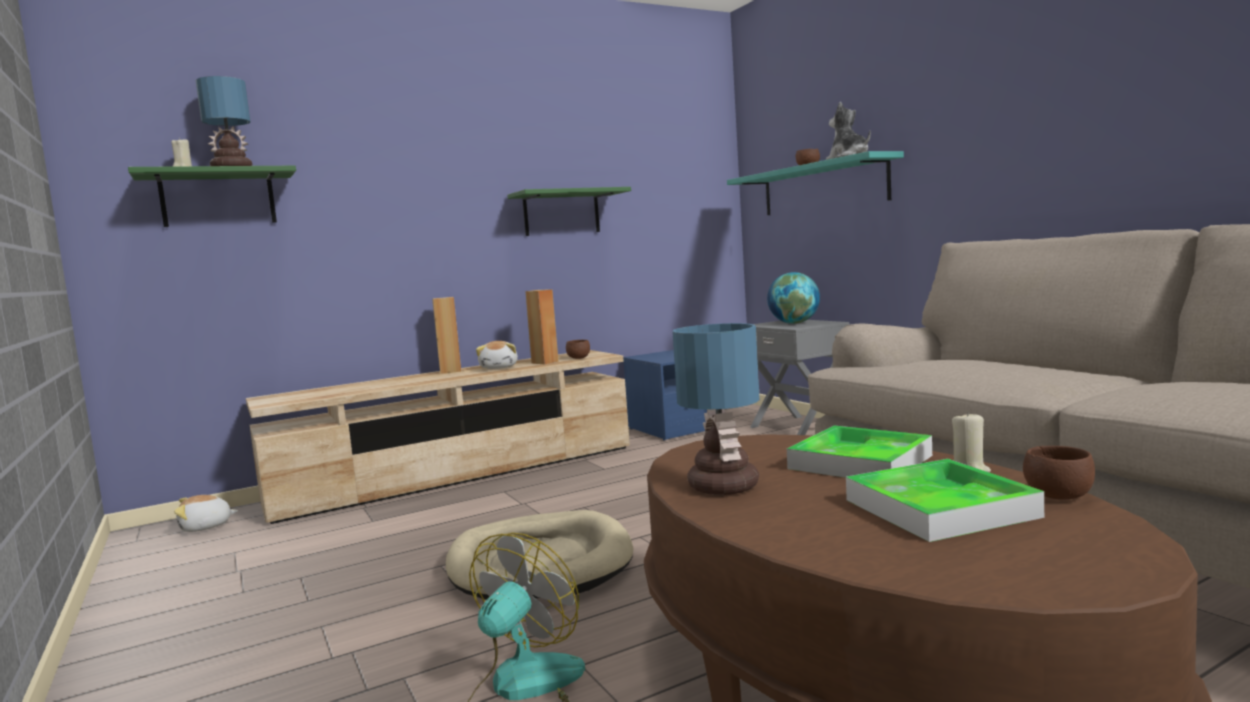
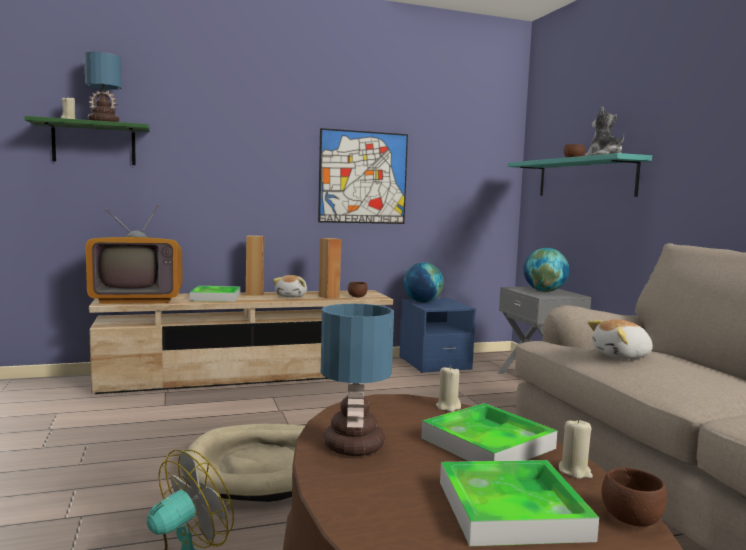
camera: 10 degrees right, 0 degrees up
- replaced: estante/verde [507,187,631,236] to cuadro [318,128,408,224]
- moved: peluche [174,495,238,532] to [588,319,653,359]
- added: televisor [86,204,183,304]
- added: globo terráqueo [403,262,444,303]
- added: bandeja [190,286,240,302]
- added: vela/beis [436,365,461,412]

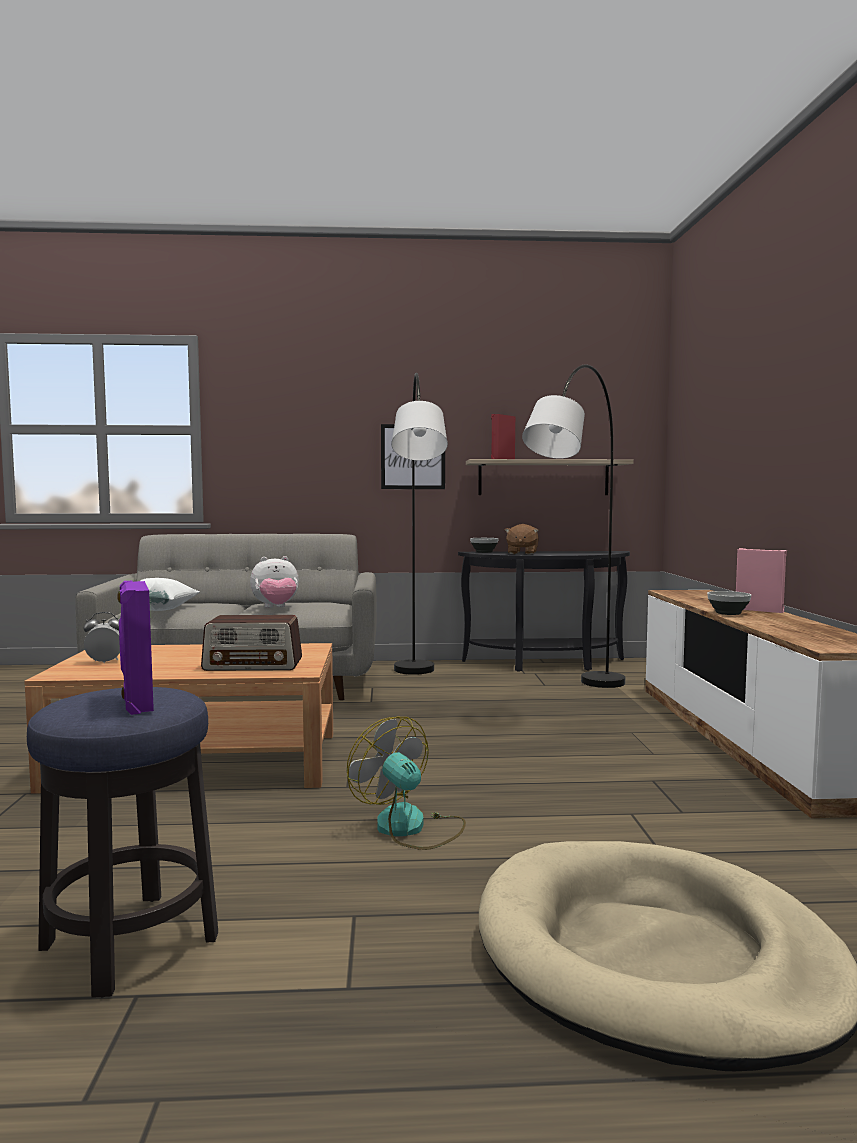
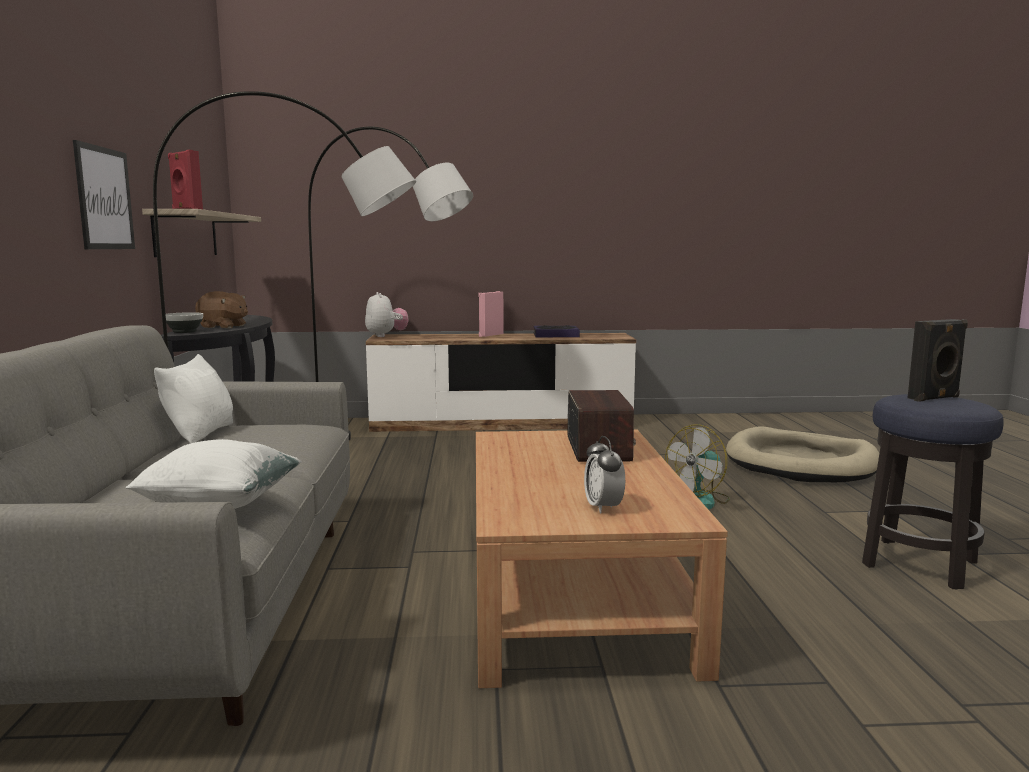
camera: 90 degrees left, 5 degrees up
- moved: peluche [250,556,299,608] to [365,292,409,337]
- recoloured: altavoz/morado [117,581,154,715] to altavoz/negro [908,319,968,402]
- removed: cuenco [707,591,751,615]
- added: libro [534,325,580,337]
- added: cojín/blanco [154,354,233,443]

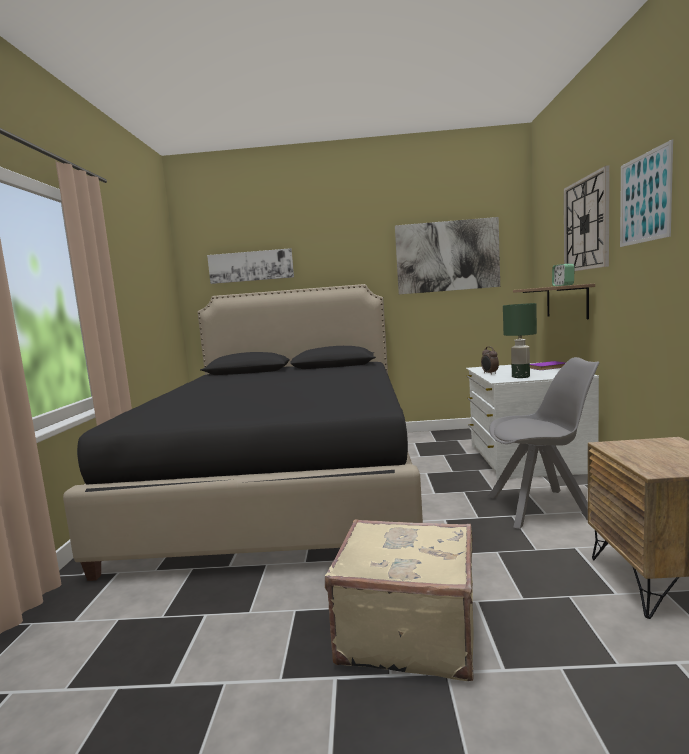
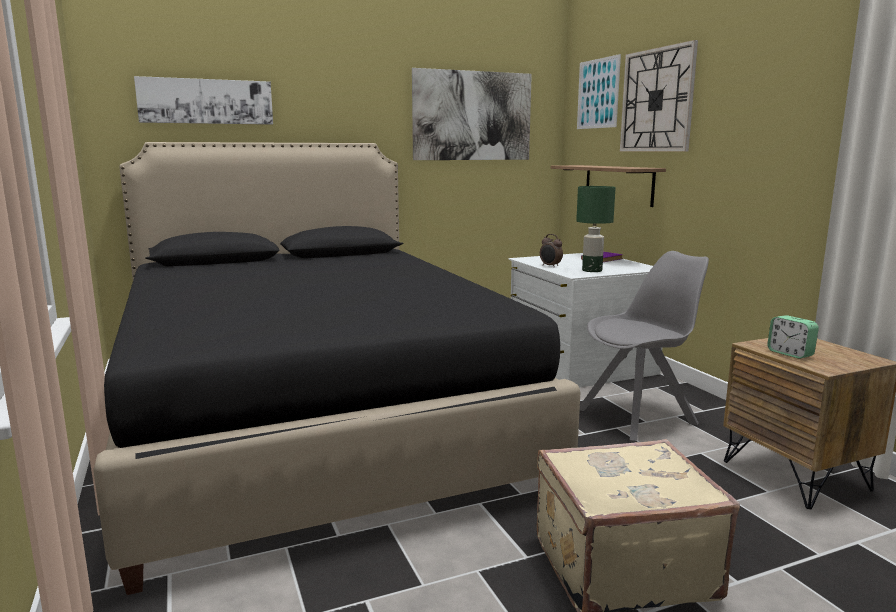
camera: 25 degrees left, 5 degrees up
- moved: cuadro [620,139,673,247] to [577,54,621,129]
- moved: despertador [552,264,575,286] to [767,315,819,359]

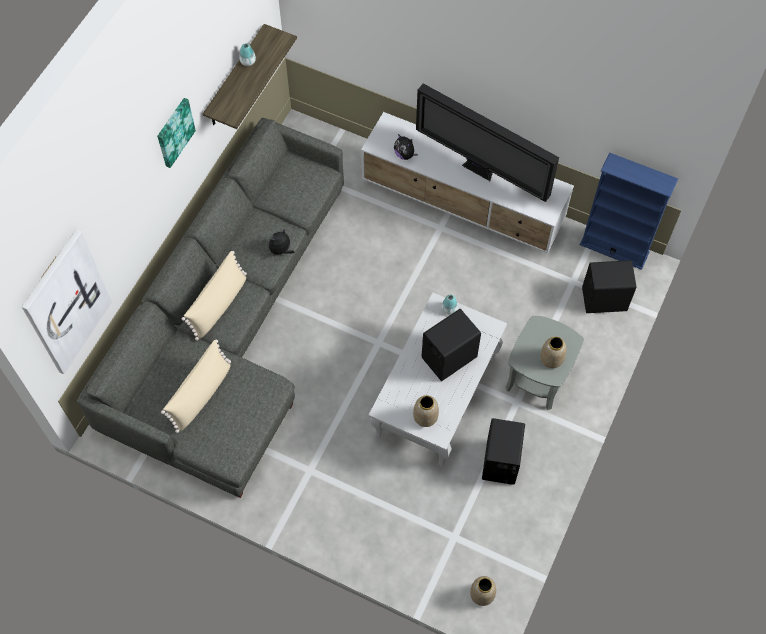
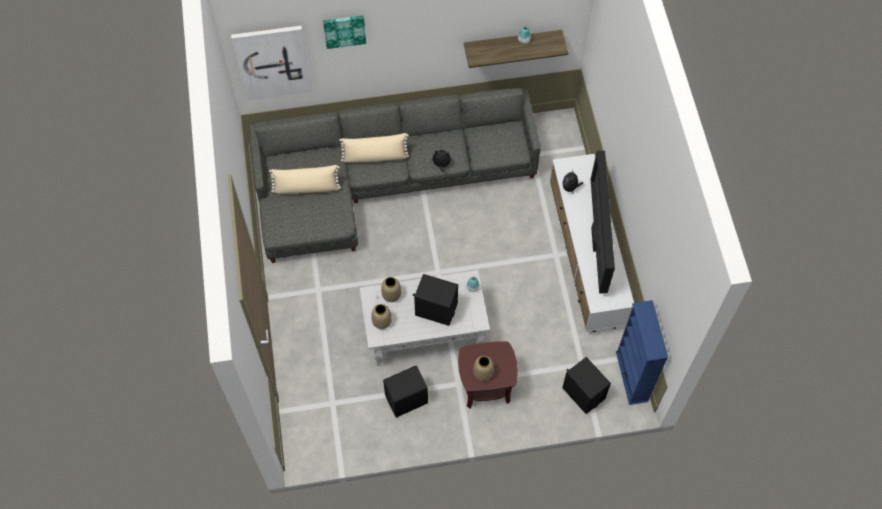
camera: 55 degrees right, 0 degrees up
- moved: cuadro [157,98,196,168] to [323,15,366,49]
- recoloured: mesa auxiliar/gris [506,316,584,410] to mesa auxiliar/marrón [458,341,518,408]
- moved: florero [470,576,496,606] to [381,277,401,302]

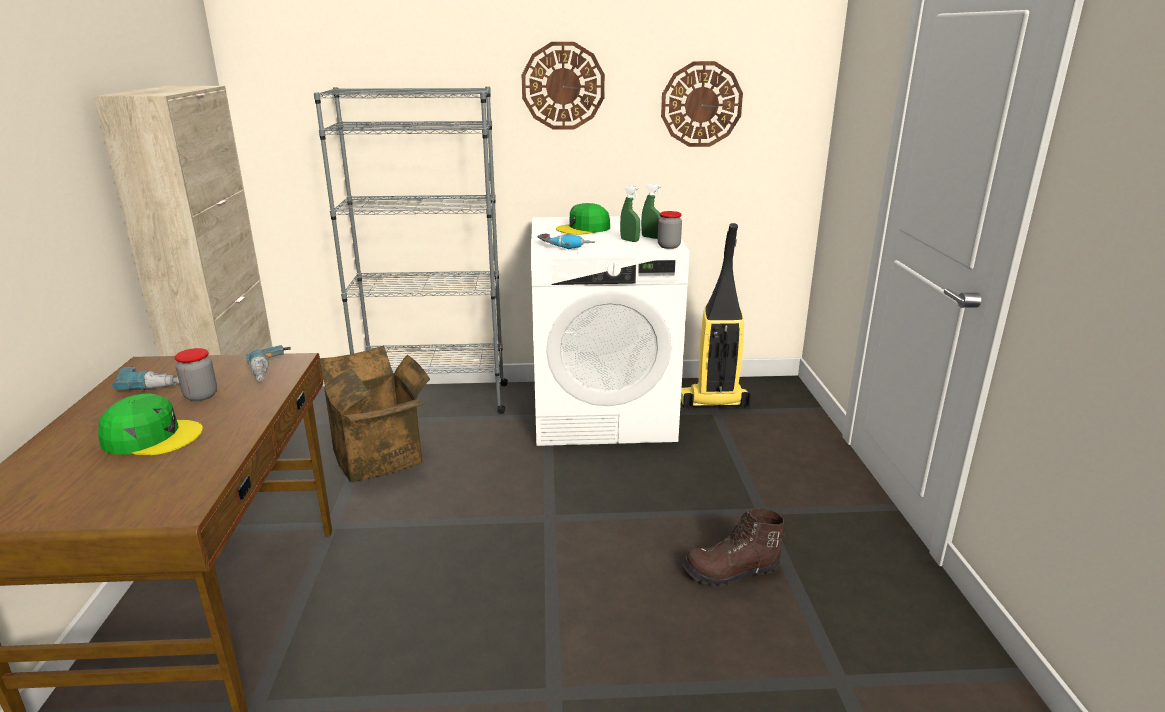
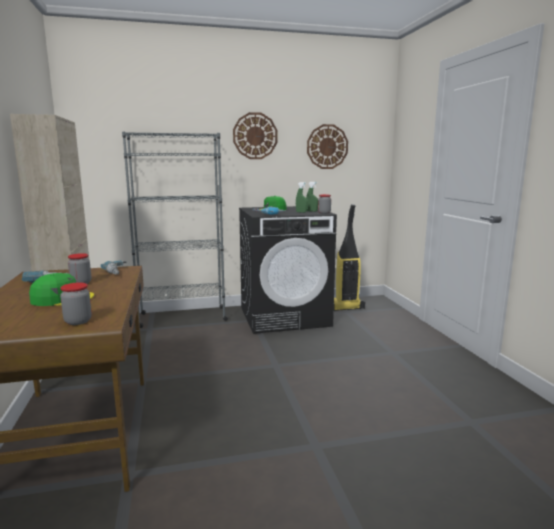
camera: 10 degrees left, 10 degrees down
- recoloured: lavadora/blanco [531,216,690,446] to lavadora/negro [239,206,337,334]
- removed: caja de cartón [320,345,430,482]
- removed: bota/marrón [683,508,785,587]
- added: tarro [60,282,92,325]

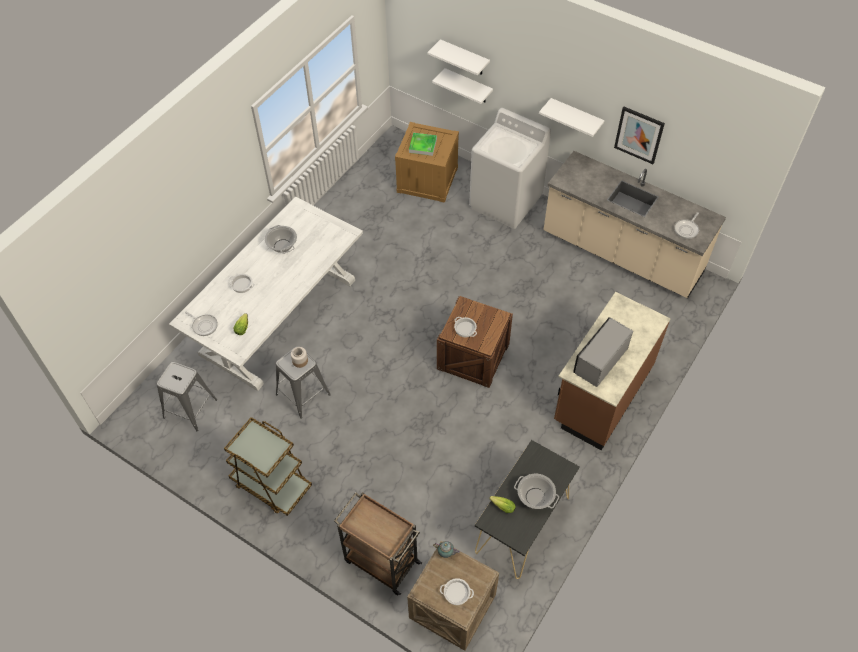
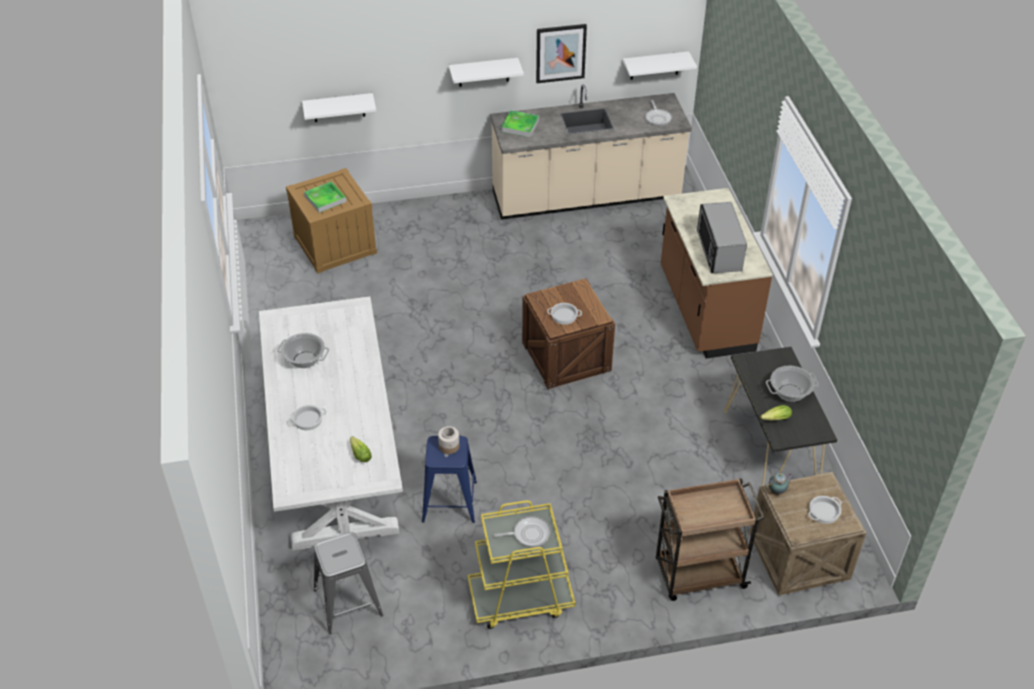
camera: 45 degrees left, 10 degrees down
- moved: estante/blanco [427,39,490,75] to [623,51,697,80]
- removed: lavadora/blanco [469,108,551,229]
- moved: sartén [185,311,218,336] to [494,516,551,548]
- recoloured: taburete/gris [276,346,331,419] to taburete/azul [422,436,477,523]
- recoloured: carrito/marrón [224,417,312,516] to carrito/amarillo [468,500,575,629]
- added: bandeja [501,110,539,137]

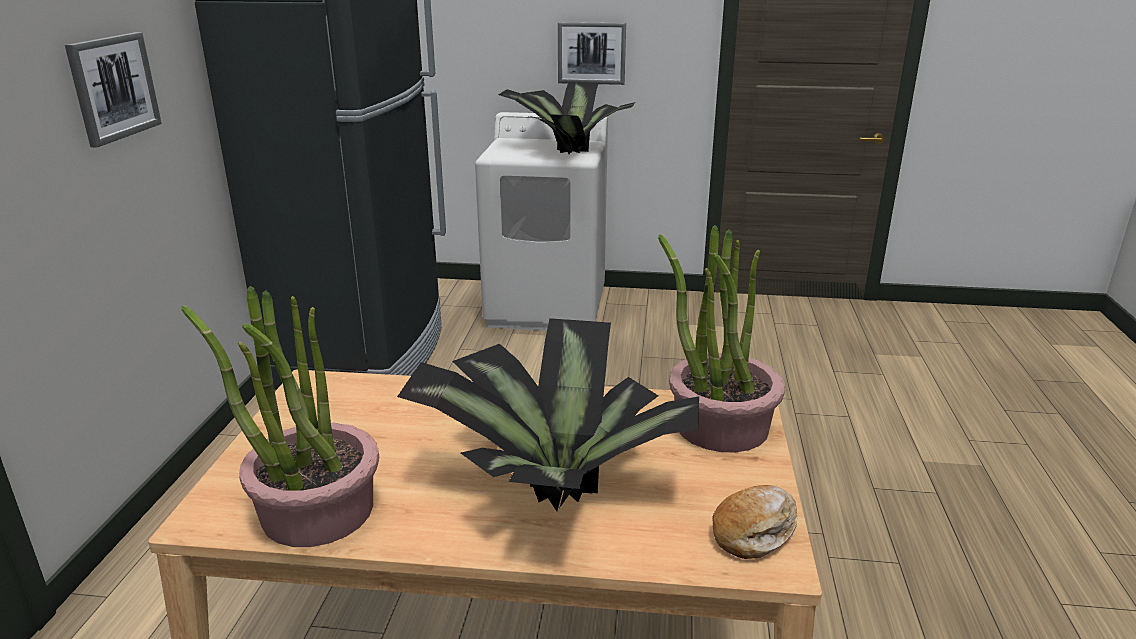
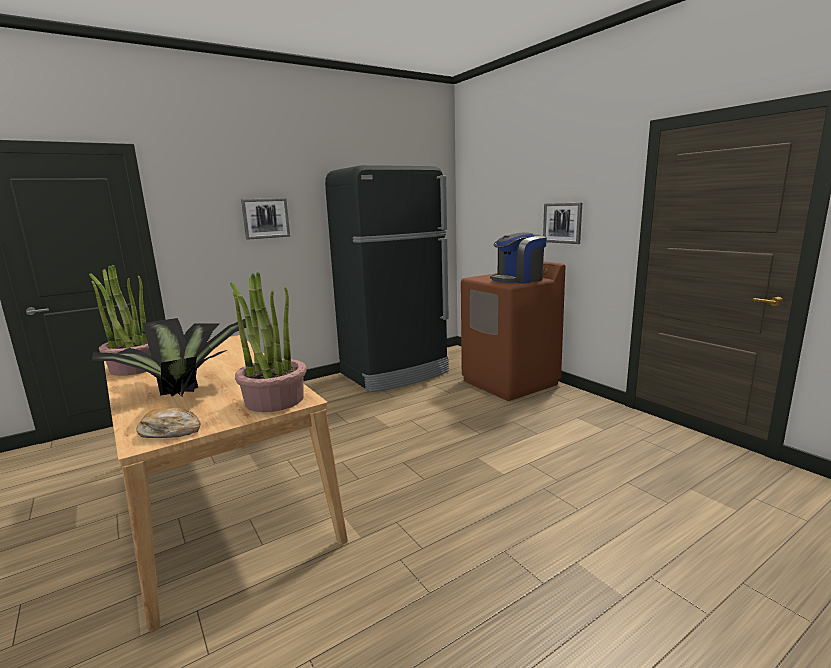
camera: 50 degrees right, 10 degrees down
- replaced: planta en maceta [498,82,636,154] to cafetera [490,232,547,284]
- recoloured: lavadora/blanco [475,112,608,331] to lavadora/marrón [461,261,565,401]

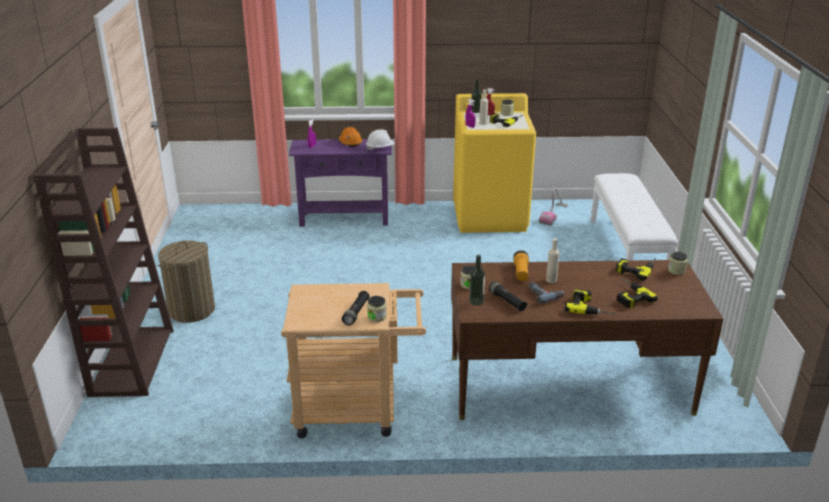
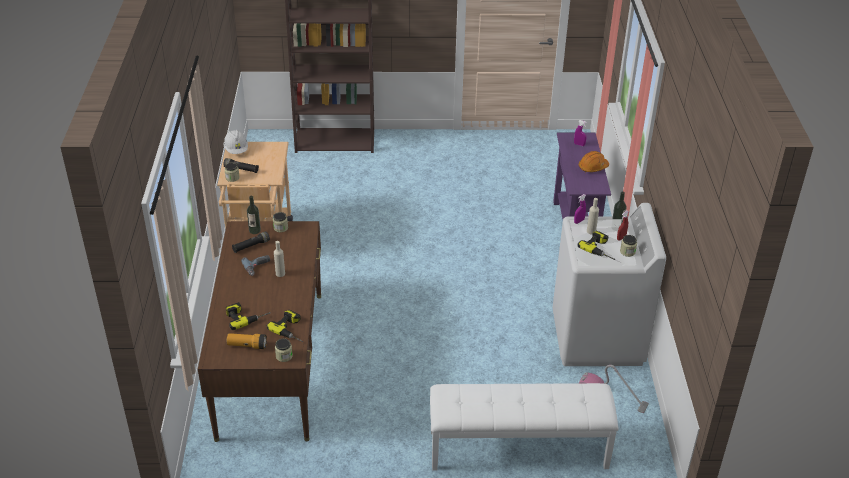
camera: 90 degrees right, 10 degrees up
- recoloured: lavadora/amarillo [453,93,536,233] to lavadora/blanco [552,203,666,366]
- moved: casco/blanco [366,129,395,151] to [224,130,248,154]
- removed: cesto de la ropa [157,240,215,323]
- moved: linterna [513,250,529,281] to [226,333,267,349]
- removed: taladro [565,289,616,314]

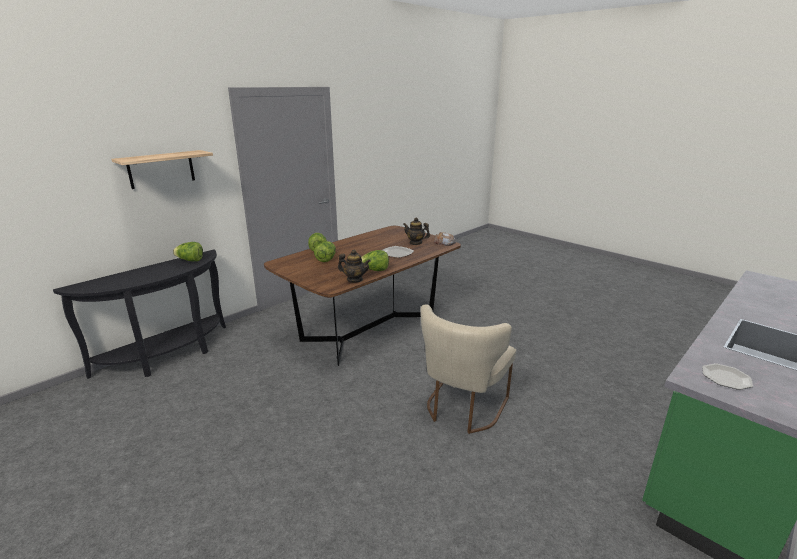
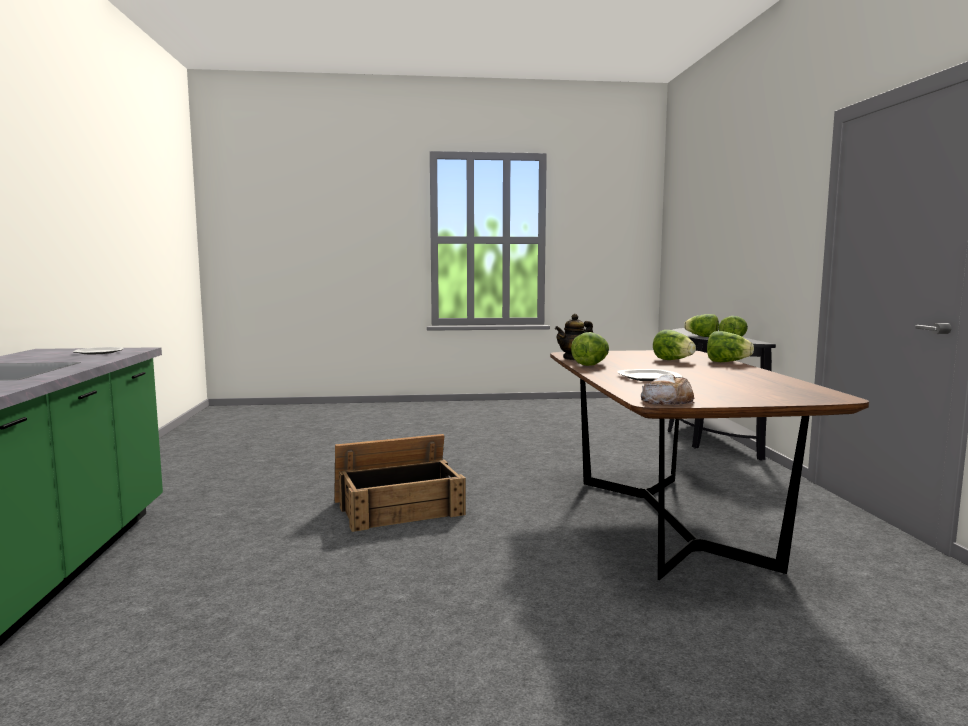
camera: 130 degrees right, 15 degrees down
- removed: estante [112,150,213,189]
- removed: tetera [403,217,430,245]
- replaced: silla/beis [420,305,516,434] to caja de embalaje [334,434,466,532]
- added: lechuga [684,314,719,337]

